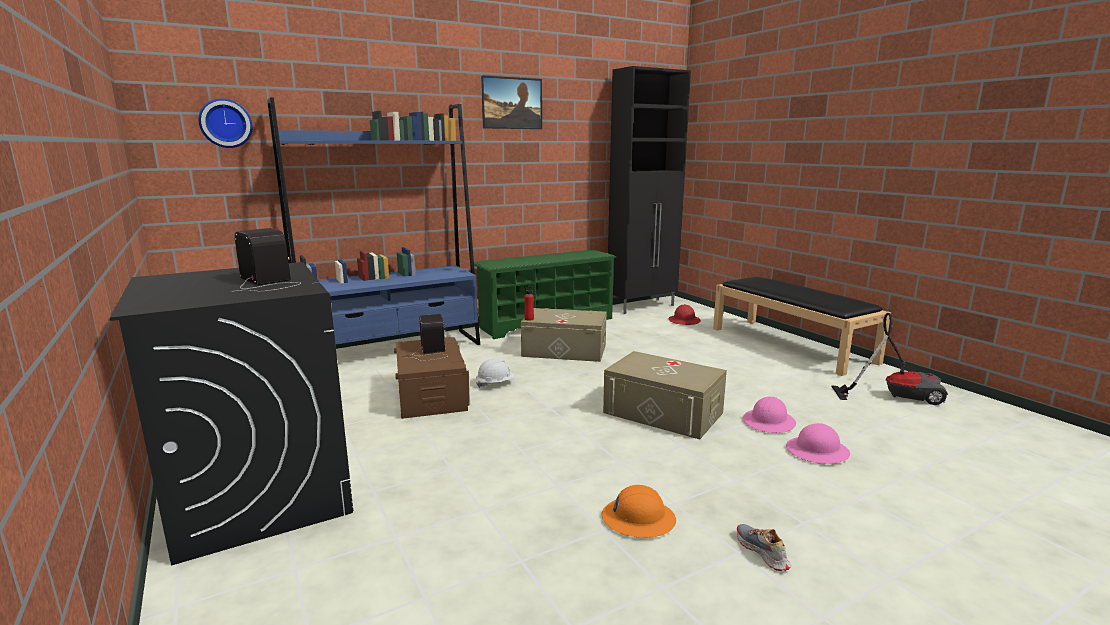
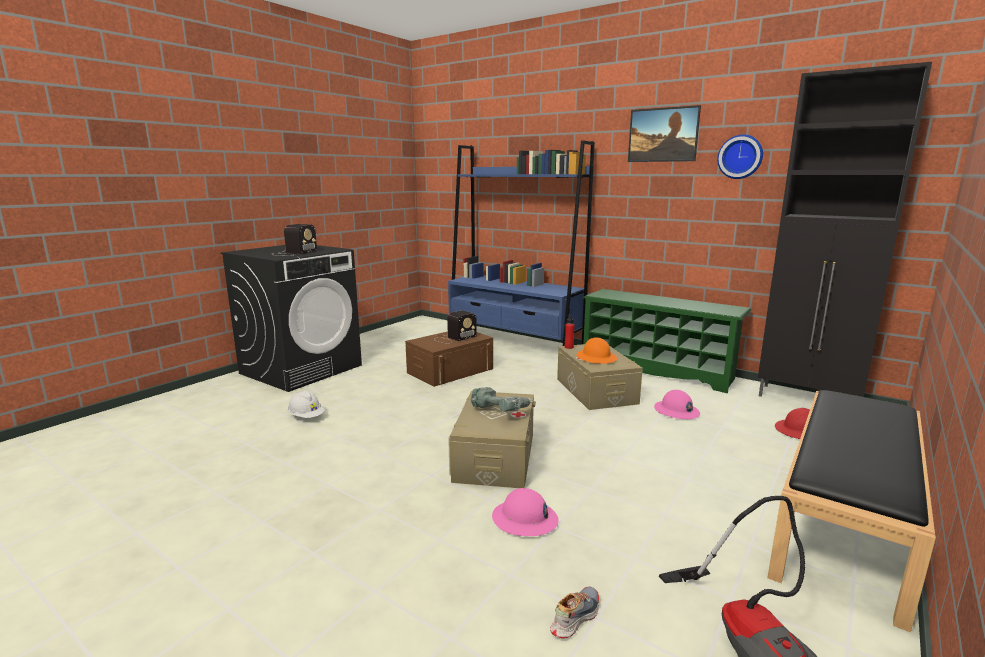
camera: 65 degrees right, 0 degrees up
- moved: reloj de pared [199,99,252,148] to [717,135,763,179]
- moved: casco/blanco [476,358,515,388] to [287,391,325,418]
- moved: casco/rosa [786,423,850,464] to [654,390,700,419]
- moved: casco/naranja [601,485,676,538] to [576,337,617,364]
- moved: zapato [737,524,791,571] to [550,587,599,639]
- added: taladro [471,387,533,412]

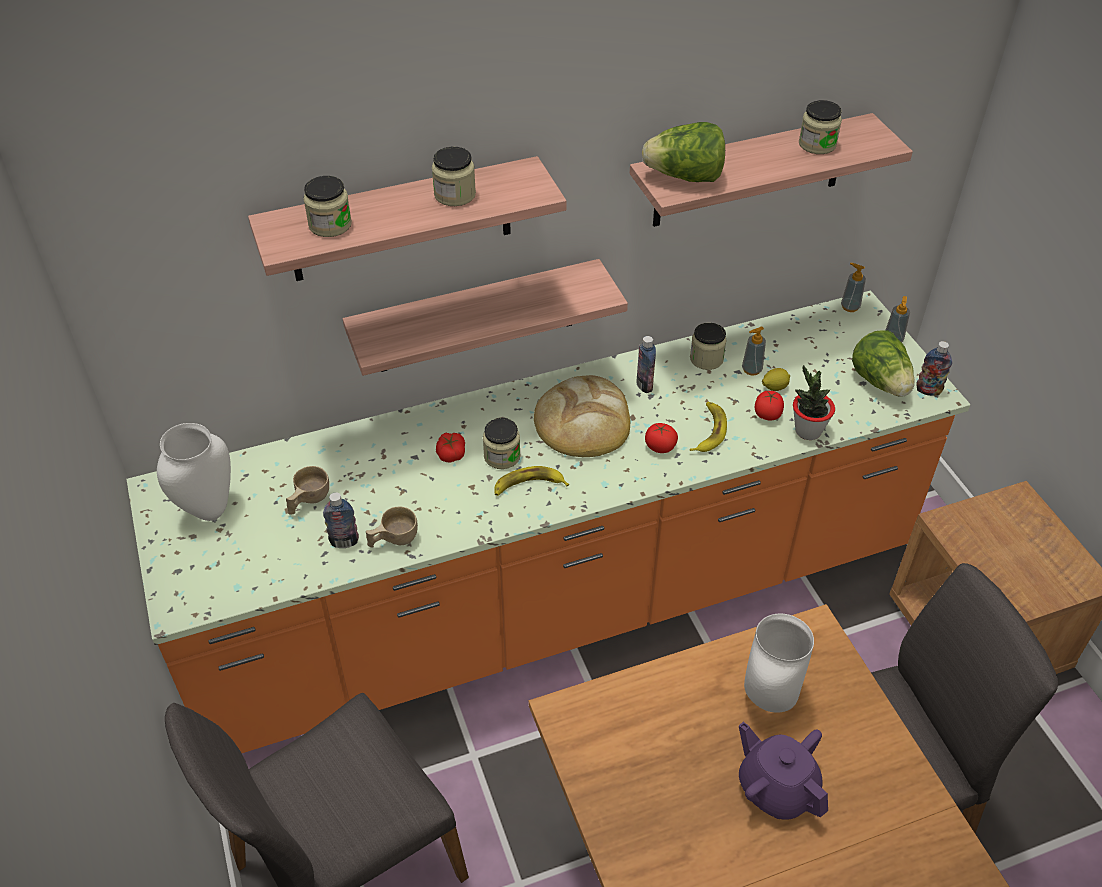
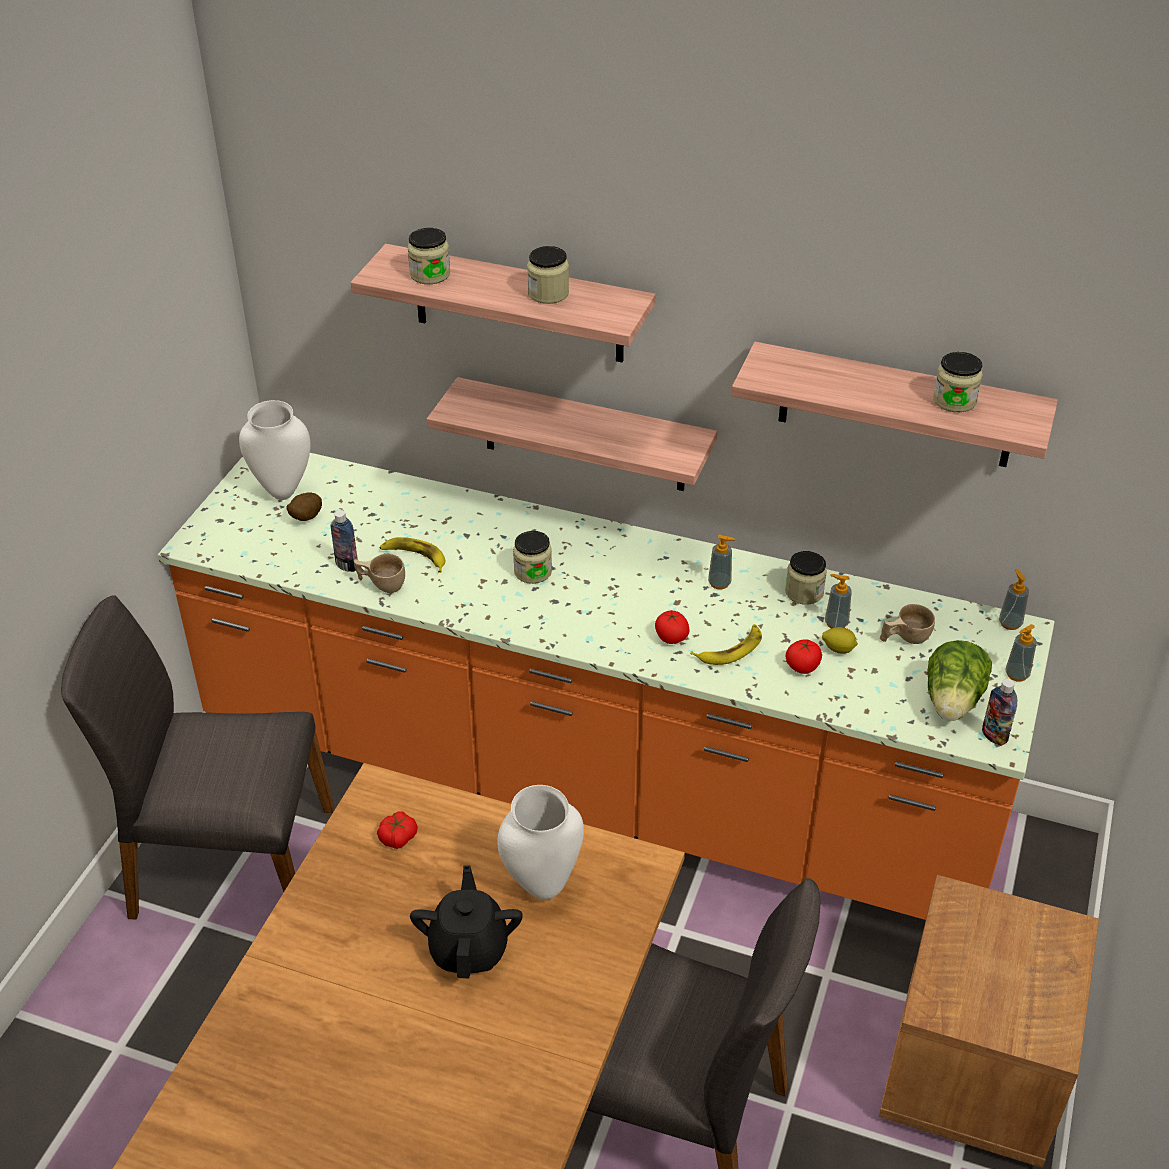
camera: 40 degrees right, 5 degrees down
- removed: lechuga [642,122,725,182]
- replaced: botella [636,336,656,393] to dispensador de jabón [708,535,735,590]
- removed: planta en maceta [793,365,835,440]
- removed: pan [534,375,630,457]
- moved: tomate [436,432,465,463] to [377,811,418,849]
- moved: taza/beis [286,466,329,515] to [880,604,935,644]
- moved: plátano [494,466,569,496] to [380,537,445,573]
- recoloured: tetera/morado [739,722,828,820] to tetera/negro [410,865,523,978]
- added: patata [286,492,322,521]

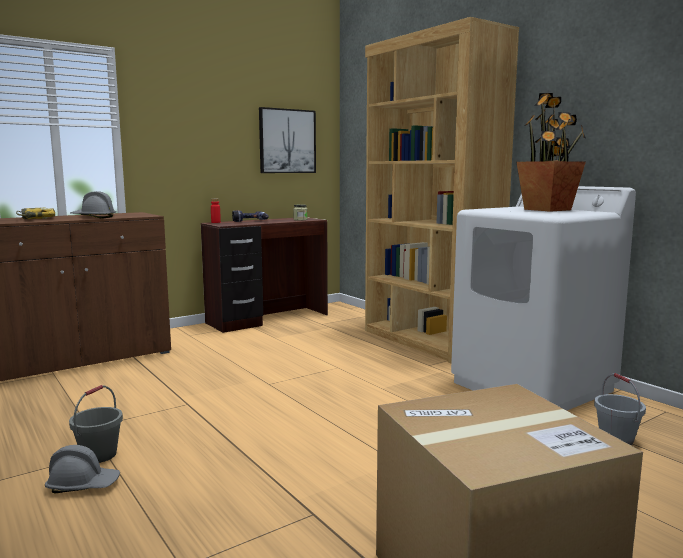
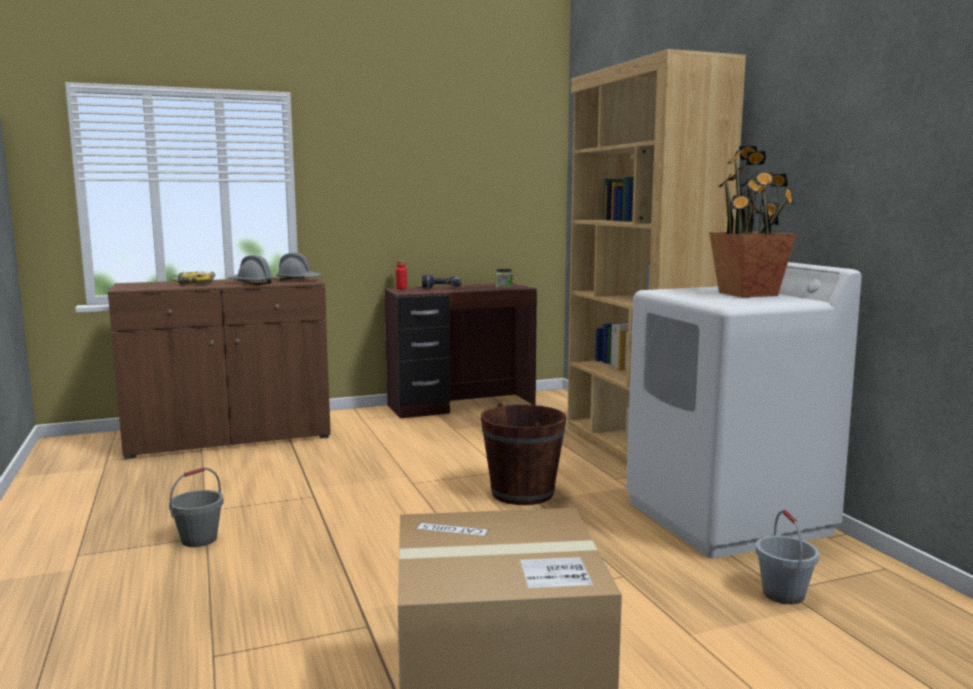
camera: 15 degrees right, 0 degrees up
- removed: cuadro [259,107,316,173]
- moved: casco/gris [45,445,120,493] to [276,253,322,281]
- added: cubo/marrón [481,403,566,505]

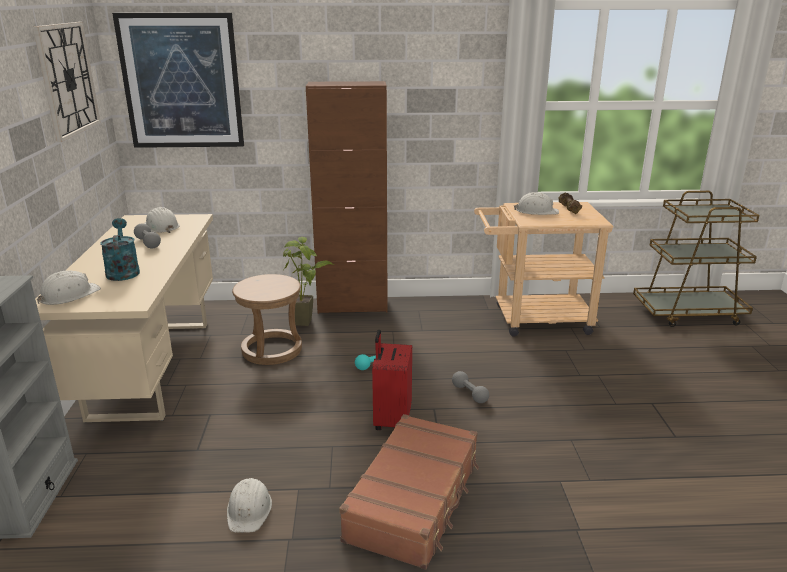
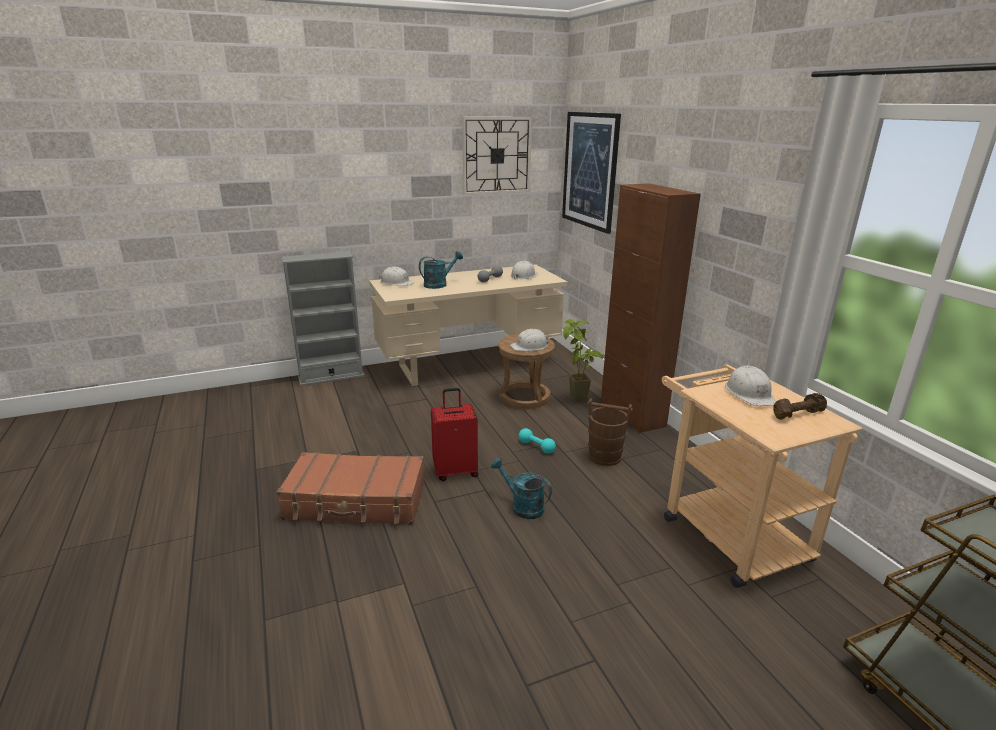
camera: 70 degrees right, 0 degrees up
- replaced: mancuerna/gris [452,371,489,403] to regadera/turquesa [491,458,552,519]
- moved: casco/blanco [227,478,272,533] to [510,329,548,351]
- added: cubo/marrón [587,398,633,466]

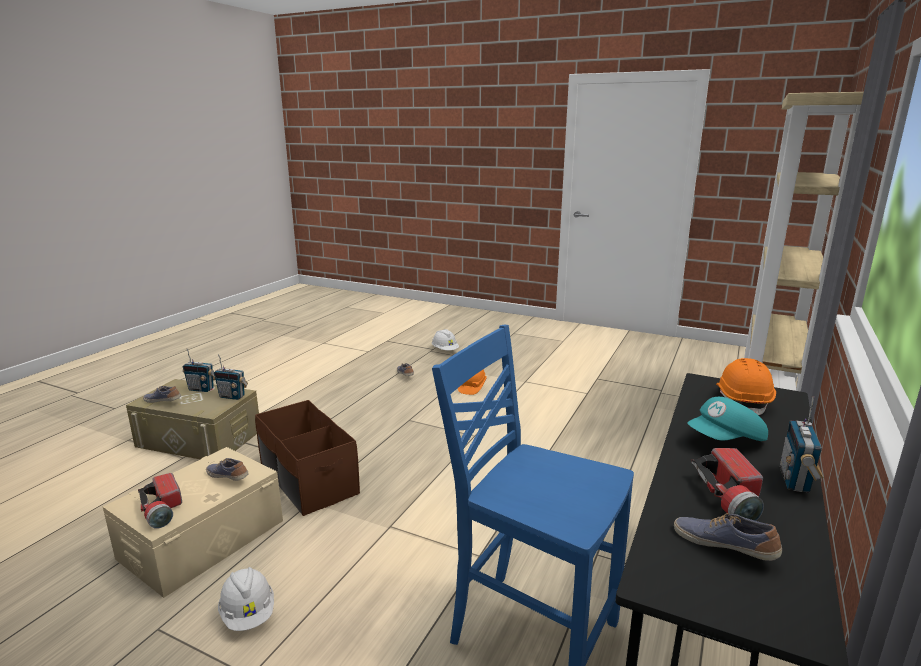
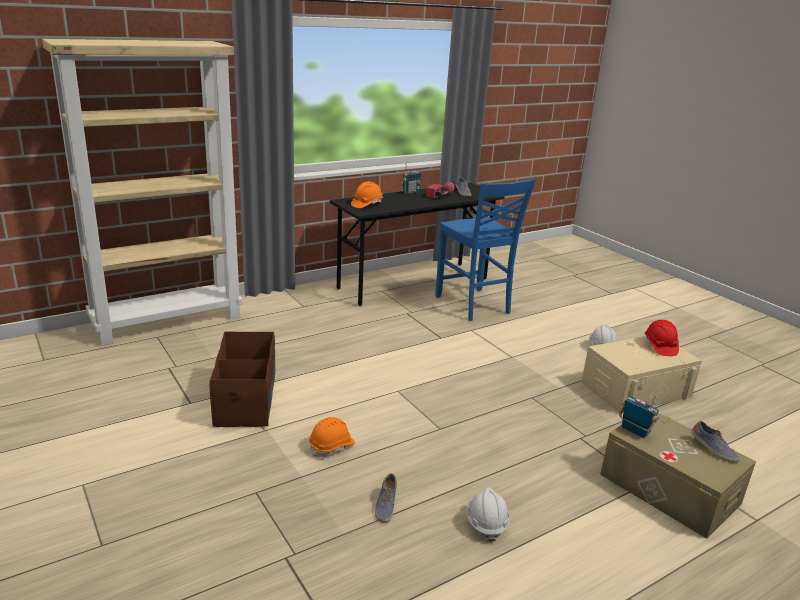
camera: 150 degrees left, 5 degrees up
- moved: casco/blanco [432,329,459,350] to [467,487,510,542]
- removed: radio [183,349,215,392]
- removed: gorra/turquesa [687,397,768,441]
- moved: caja de almacenaje/marrón [255,400,360,516] to [210,332,275,427]
- removed: zapato [206,458,249,481]
- replaced: linterna [138,473,182,529] to casco/rojo [645,320,679,356]

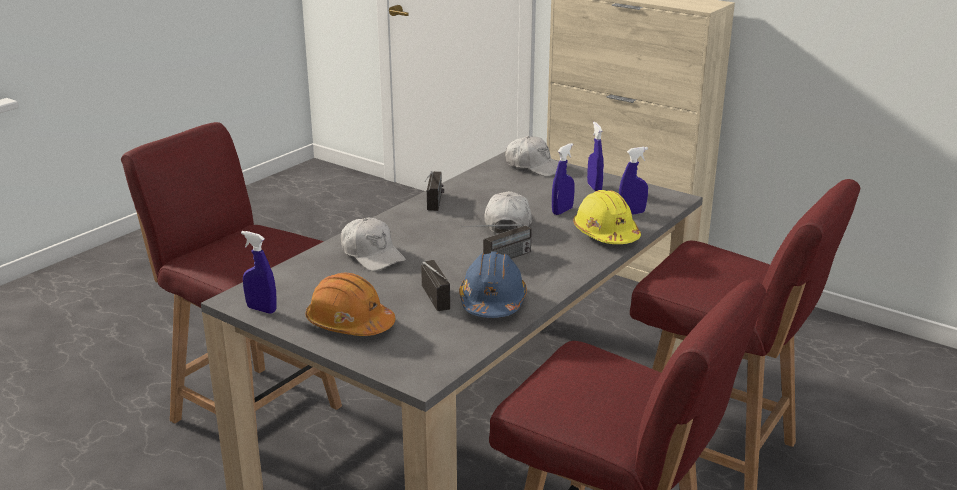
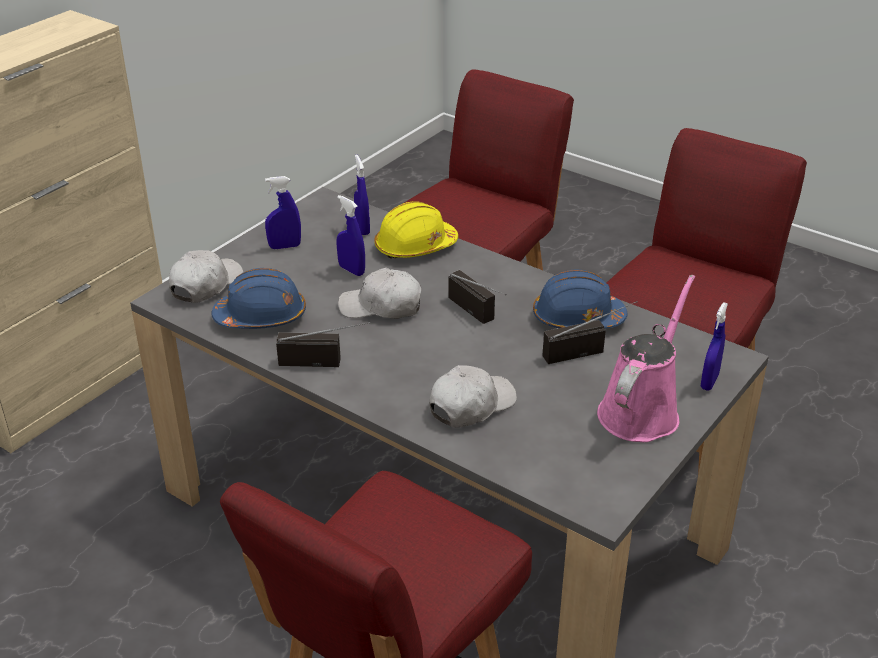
camera: 90 degrees left, 10 degrees up
- moved: pulverizador/azul [241,231,277,314] to [700,302,728,391]
- replaced: casco/naranja [306,272,395,336] to regadera/rosa [597,275,695,442]
- added: casco/azul [212,268,306,329]

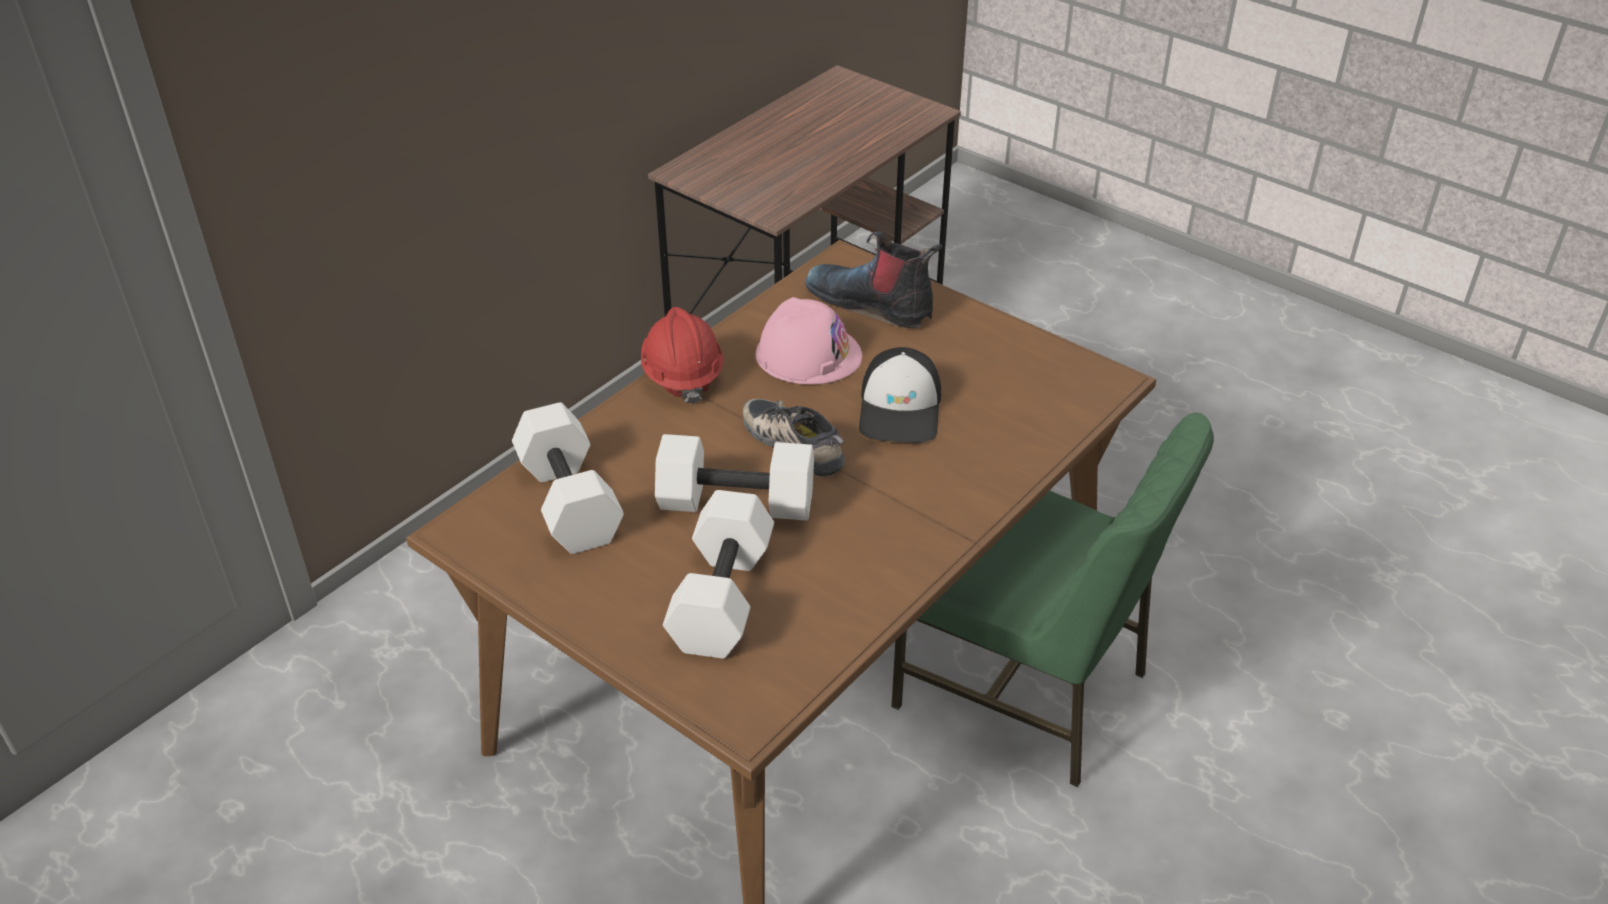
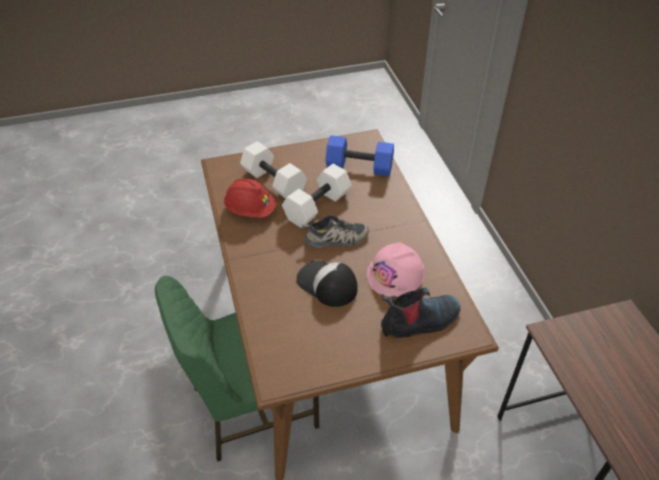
camera: 125 degrees right, 5 degrees up
- moved: casco/rojo [641,307,723,404] to [224,179,276,218]
- recoloured: mancuerna/blanco [512,402,624,554] to mancuerna/azul [326,135,394,176]

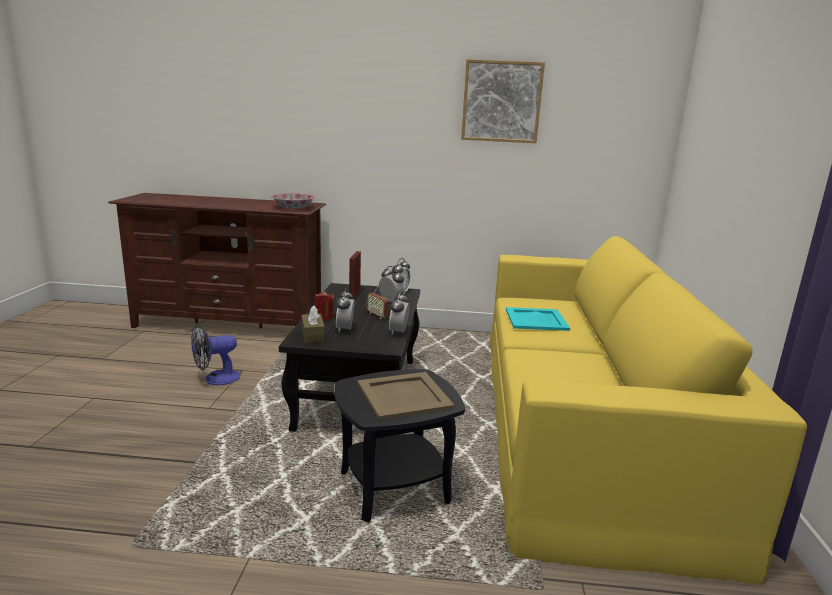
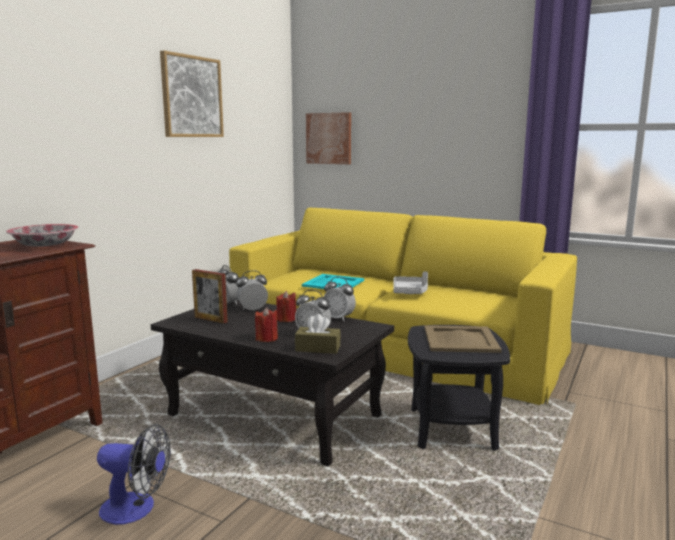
camera: 65 degrees left, 5 degrees down
- replaced: radio [367,281,389,319] to vela/rojo [276,291,296,322]
- turned: ventilador [191,325,240,385] = [97,424,170,525] 75 degrees counterclockwise
- added: cuadro [306,112,351,164]
- added: bandeja/gris [394,271,428,294]

